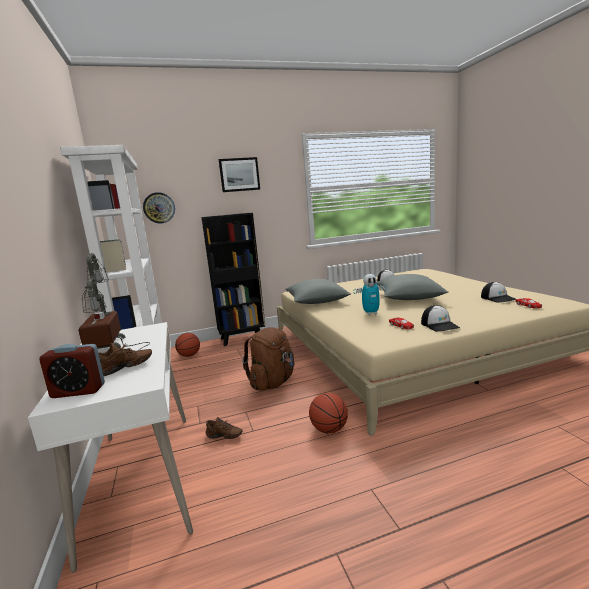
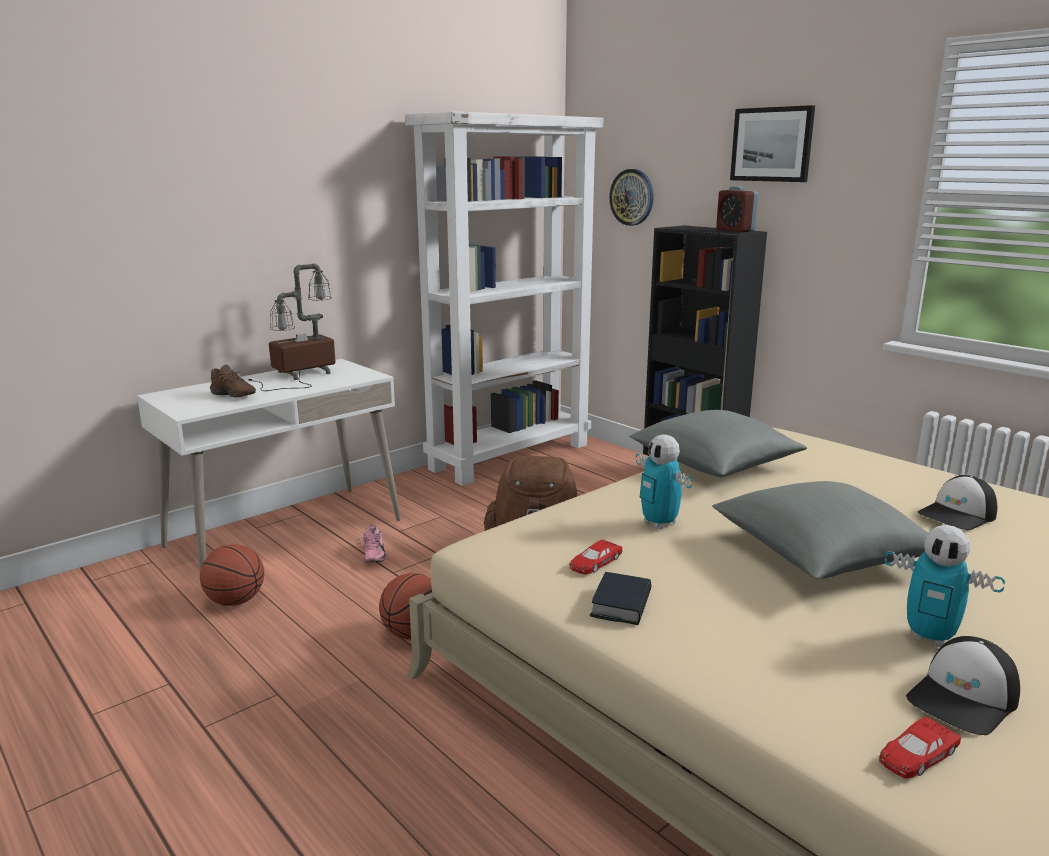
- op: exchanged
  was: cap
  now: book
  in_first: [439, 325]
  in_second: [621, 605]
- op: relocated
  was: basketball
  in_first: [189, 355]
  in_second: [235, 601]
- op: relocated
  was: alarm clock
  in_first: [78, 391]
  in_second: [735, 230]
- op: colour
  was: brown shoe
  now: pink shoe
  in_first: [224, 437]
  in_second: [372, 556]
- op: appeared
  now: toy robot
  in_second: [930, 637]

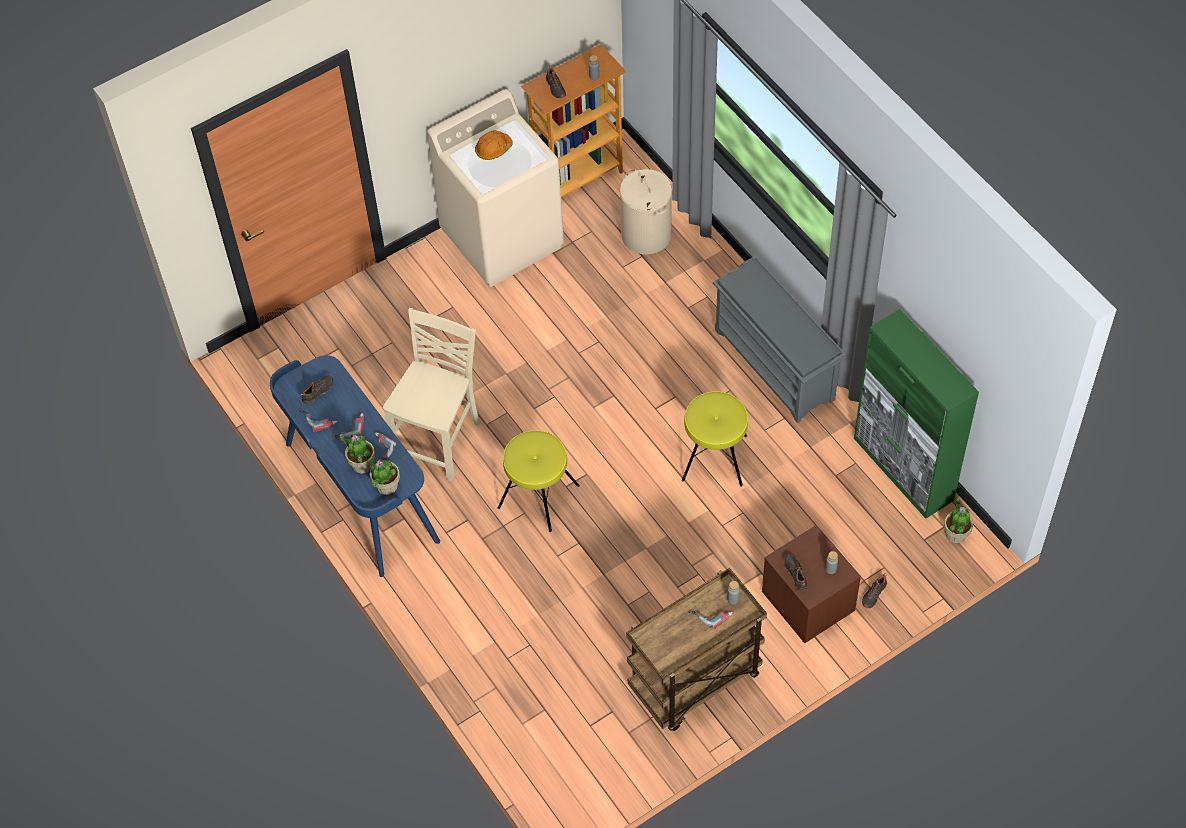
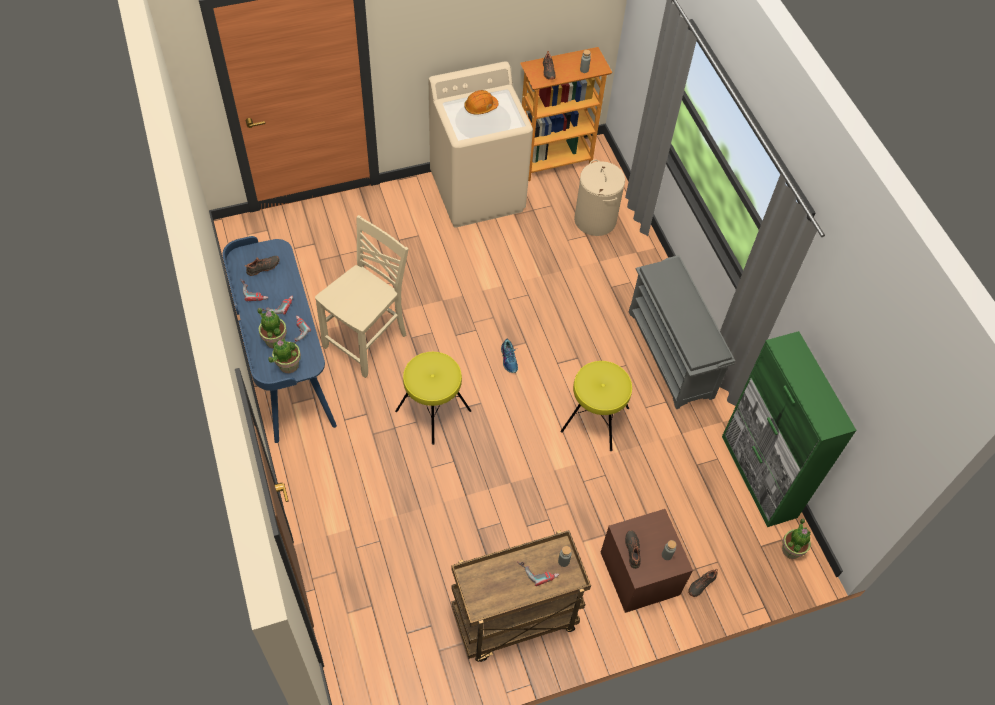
- op: appeared
  now: shoe
  in_second: [509, 359]

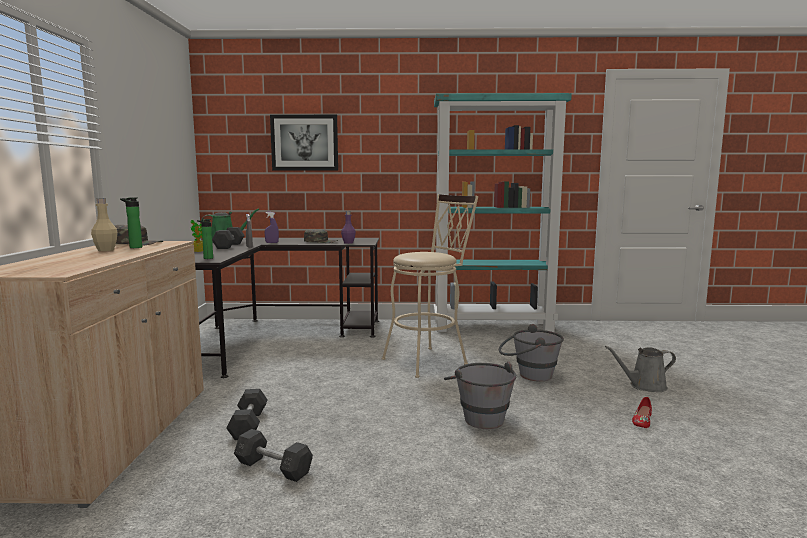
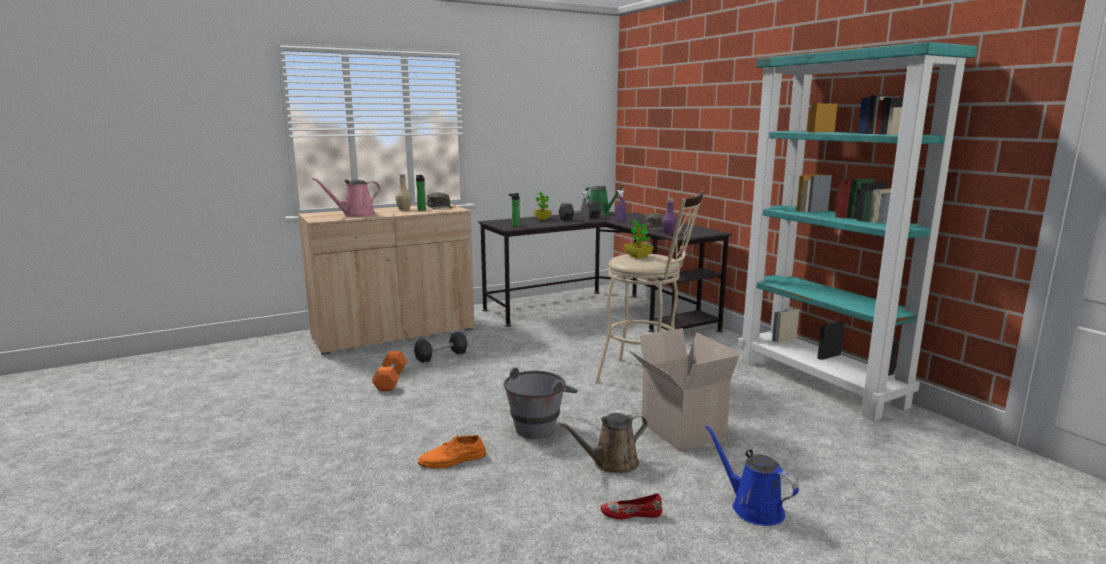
- op: missing
  was: picture
  in_first: [304, 142]
- op: exchanged
  was: grey bucket
  now: cardboard box
  in_first: [528, 375]
  in_second: [679, 430]
- op: colour
  was: grey watering can
  now: blue watering can
  in_first: [644, 386]
  in_second: [752, 507]
- op: colour
  was: grey dumbbell
  now: orange dumbbell
  in_first: [273, 468]
  in_second: [391, 380]
- op: appeared
  now: pink watering can
  in_second: [356, 215]
- op: appeared
  now: potted plant
  in_second: [638, 256]
- op: appeared
  now: brown watering can
  in_second: [611, 463]
- op: appeared
  now: orange shoe
  in_second: [452, 460]

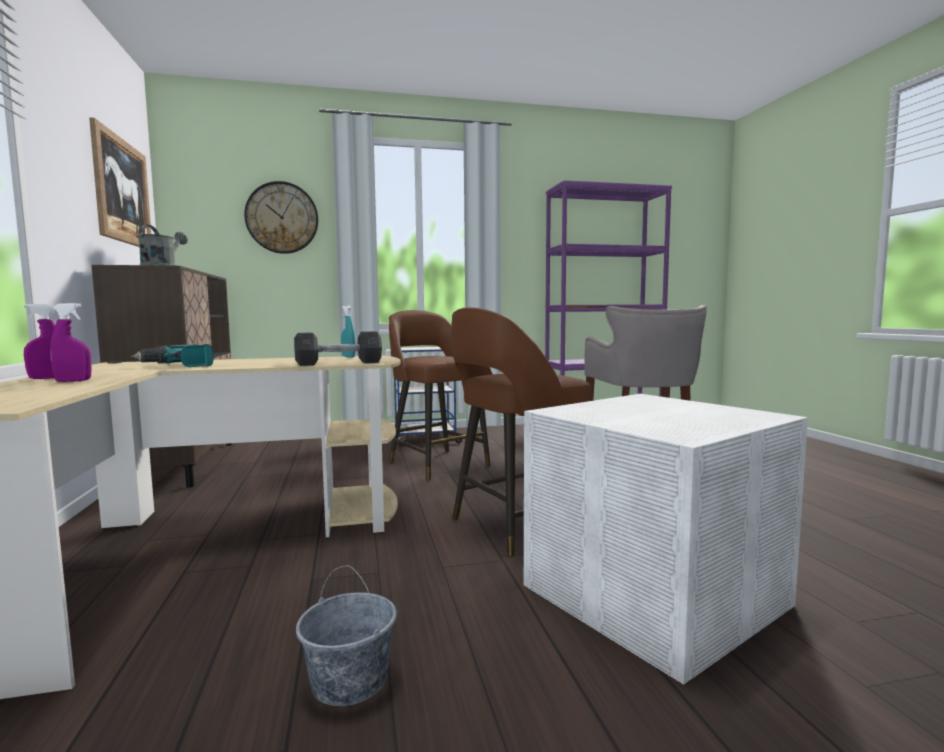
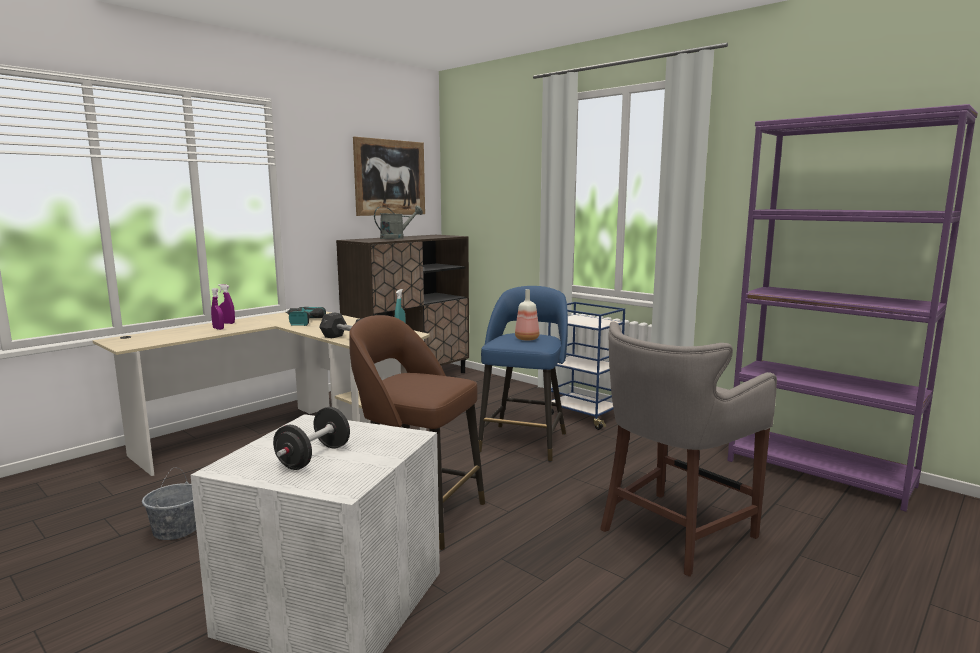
- op: missing
  was: wall clock
  in_first: [282, 218]
- op: colour
  was: brown stool
  now: blue stool
  in_first: [437, 463]
  in_second: [524, 441]
- op: appeared
  now: bottle
  in_second: [527, 339]
- op: appeared
  now: black dumbbell
  in_second: [314, 457]

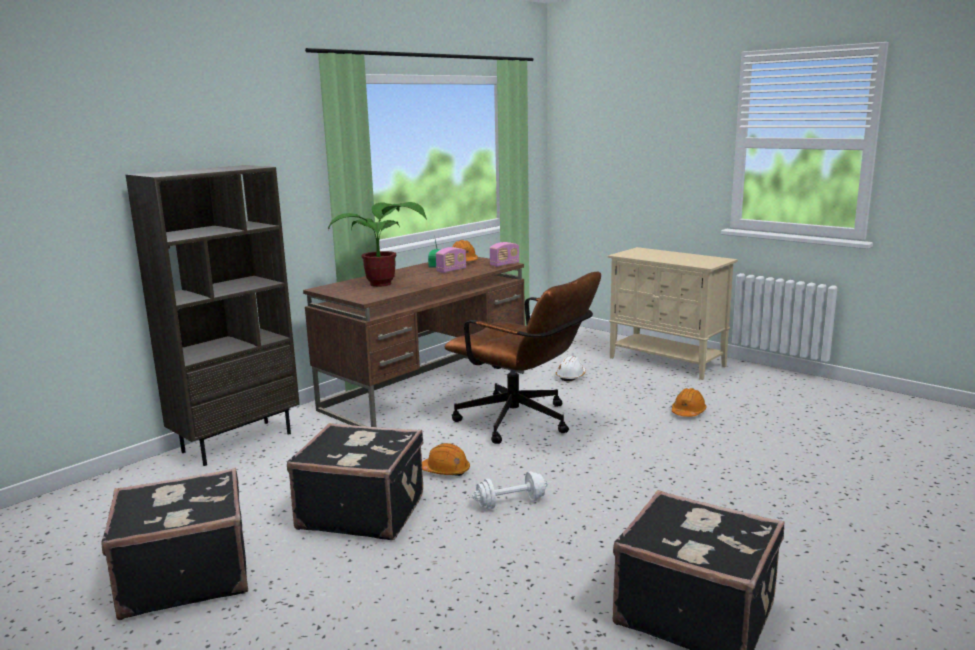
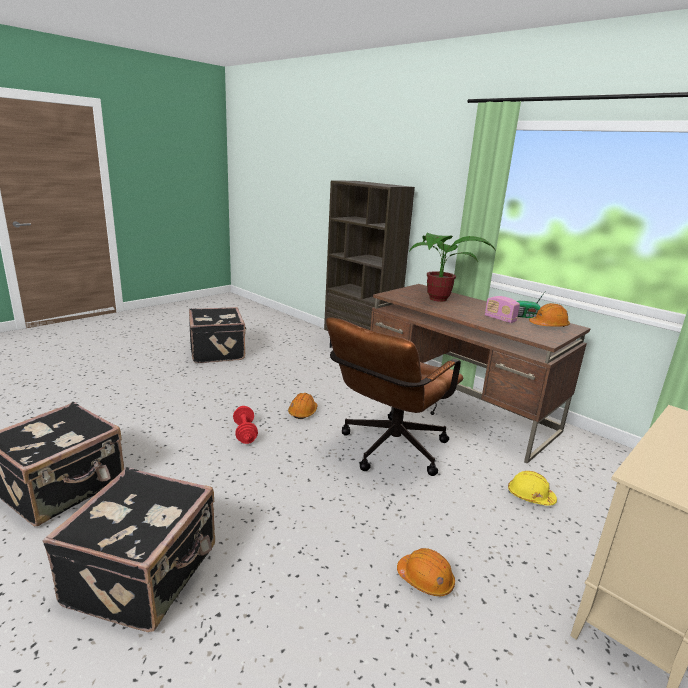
- op: missing
  was: radio
  in_first: [504, 264]
- op: colour
  was: white hard hat
  now: yellow hard hat
  in_first: [571, 376]
  in_second: [530, 496]
- op: relocated
  was: black suitcase
  in_first: [362, 511]
  in_second: [145, 575]
- op: colour
  was: white dumbbell
  now: red dumbbell
  in_first: [510, 503]
  in_second: [245, 433]

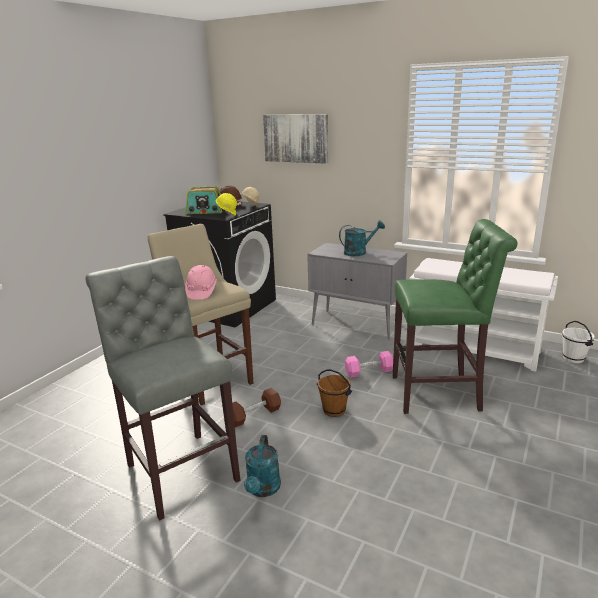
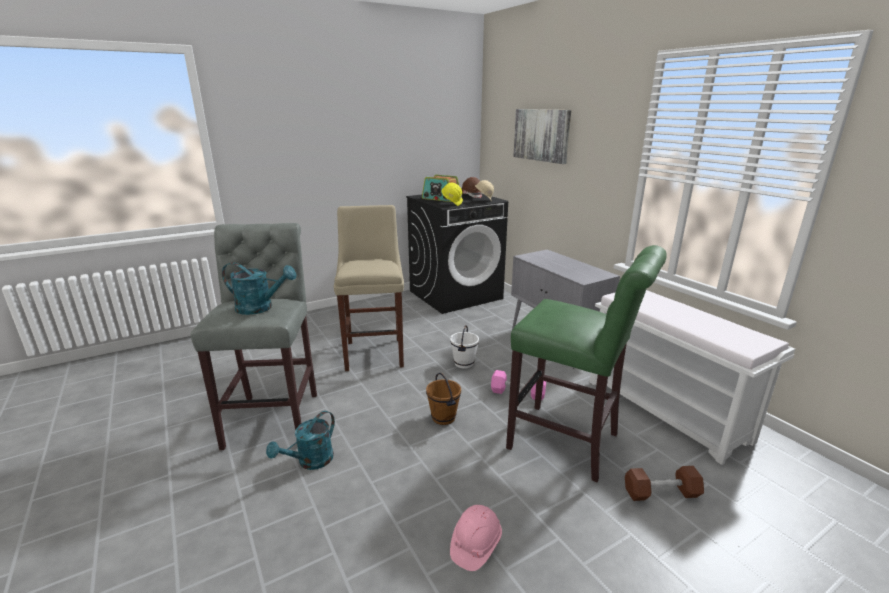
- op: relocated
  was: turquoise watering can
  in_first: [359, 252]
  in_second: [260, 308]
- op: relocated
  was: pink hard hat
  in_first: [201, 292]
  in_second: [475, 544]
- op: relocated
  was: white bucket
  in_first: [573, 358]
  in_second: [464, 363]
- op: relocated
  was: brown dumbbell
  in_first: [254, 415]
  in_second: [661, 493]

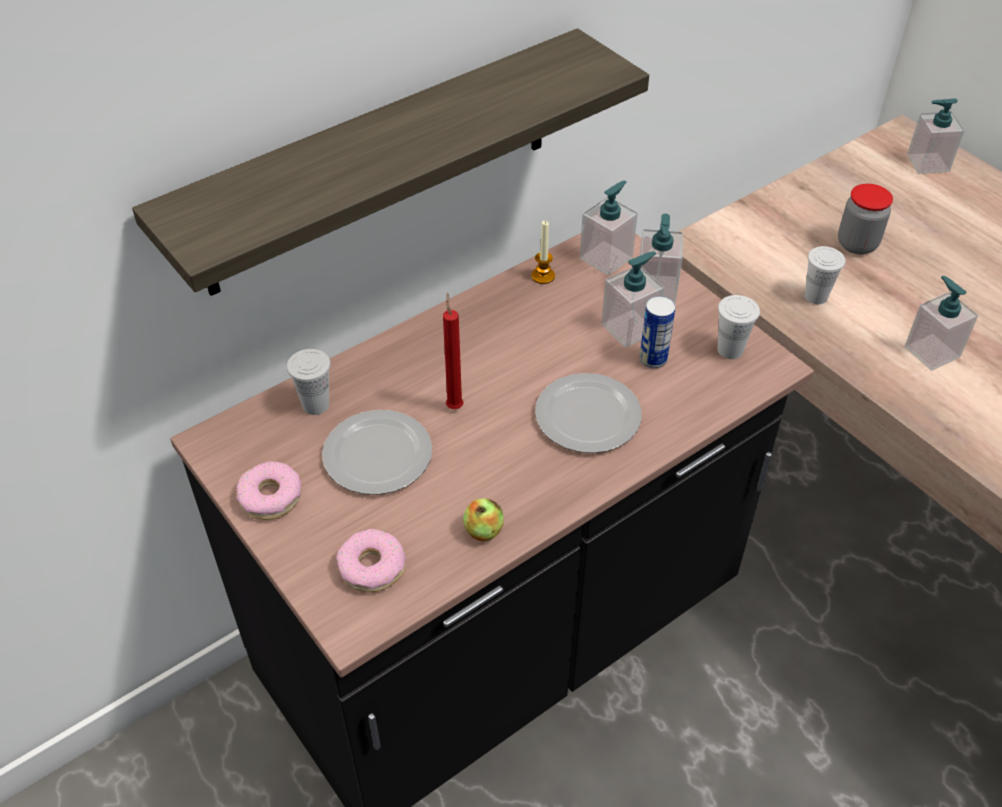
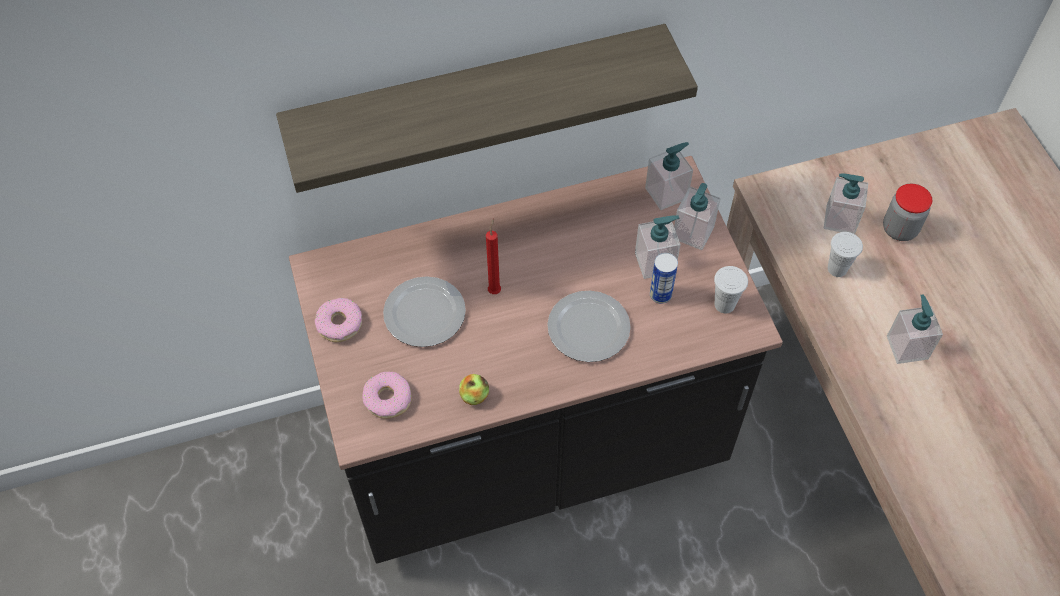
- op: relocated
  was: soap dispenser
  in_first: [927, 163]
  in_second: [840, 219]
- op: missing
  was: candle
  in_first: [543, 276]
- op: missing
  was: white cup
  in_first: [315, 405]

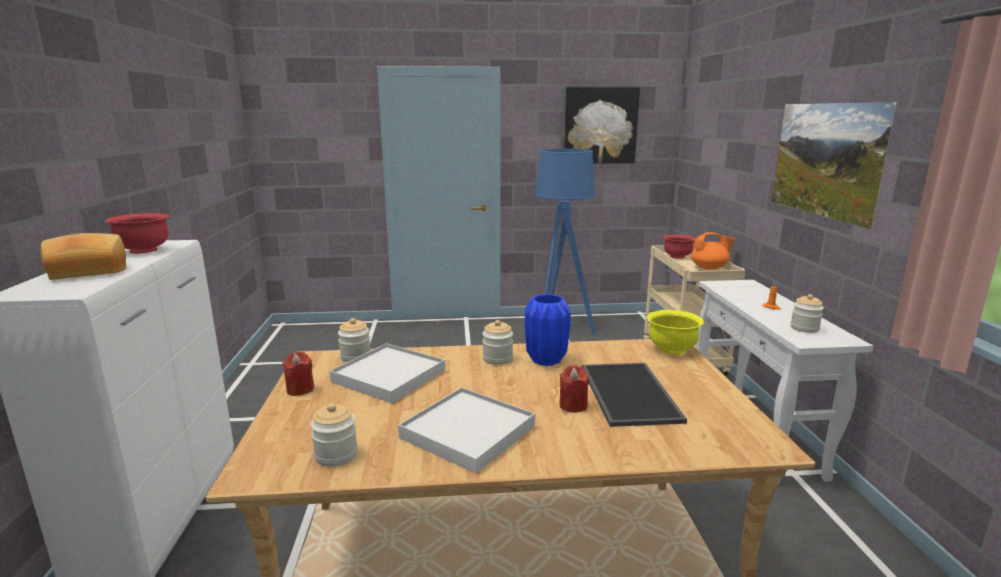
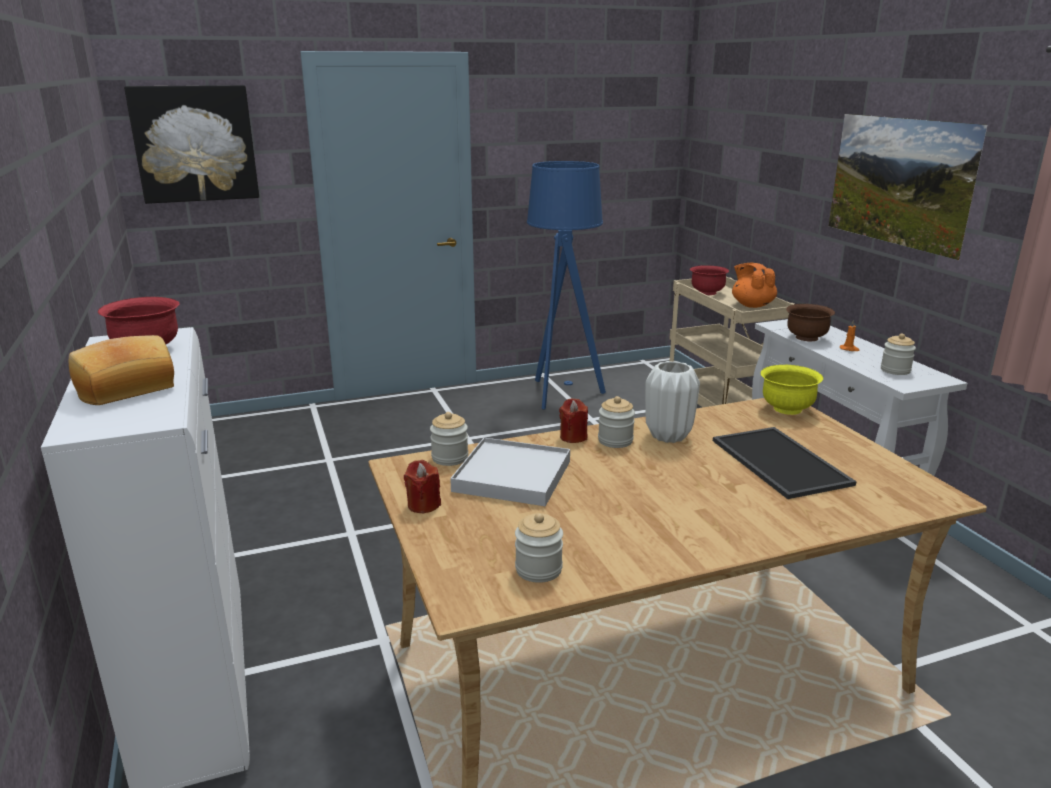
- op: relocated
  was: picture
  in_first: [600, 126]
  in_second: [195, 144]
- op: spun
  was: orange teapot
  in_first: [709, 268]
  in_second: [752, 305]
  clockwise: -105
- op: colour
  was: blue vase
  now: white vase
  in_first: [546, 360]
  in_second: [668, 436]
- op: relocated
  was: red candle
  in_first: [573, 405]
  in_second: [573, 437]
- op: missing
  was: white tray
  in_first: [467, 432]
- op: appeared
  now: brown bowl
  in_second: [806, 338]

